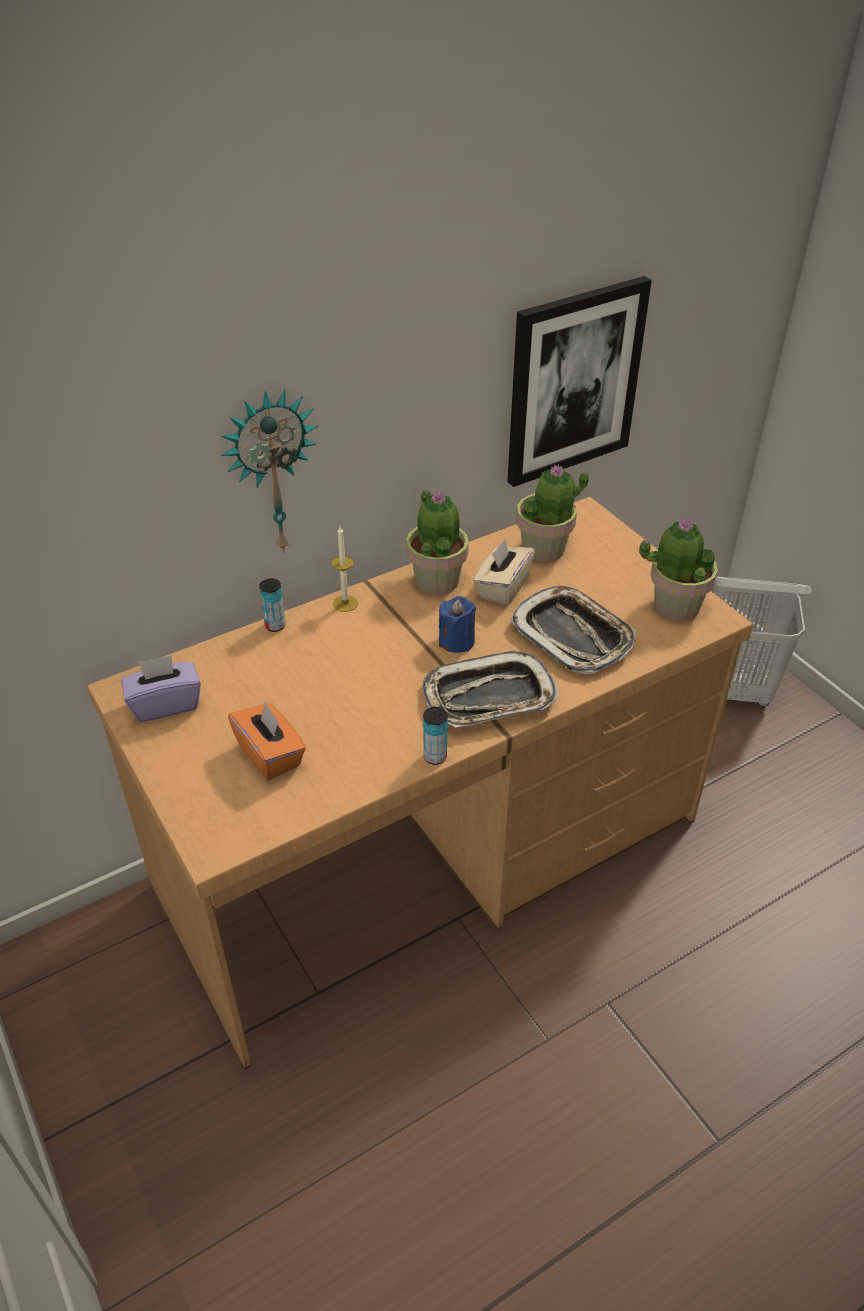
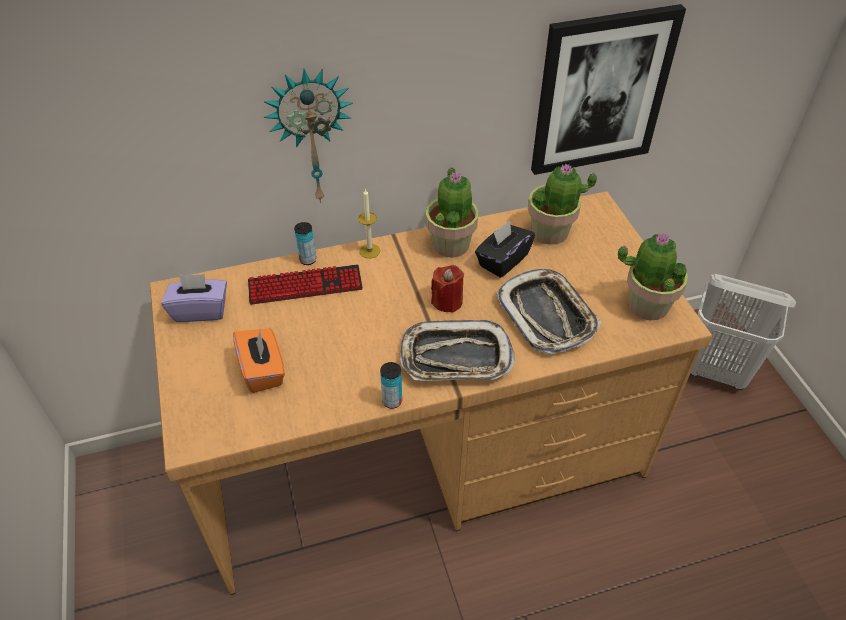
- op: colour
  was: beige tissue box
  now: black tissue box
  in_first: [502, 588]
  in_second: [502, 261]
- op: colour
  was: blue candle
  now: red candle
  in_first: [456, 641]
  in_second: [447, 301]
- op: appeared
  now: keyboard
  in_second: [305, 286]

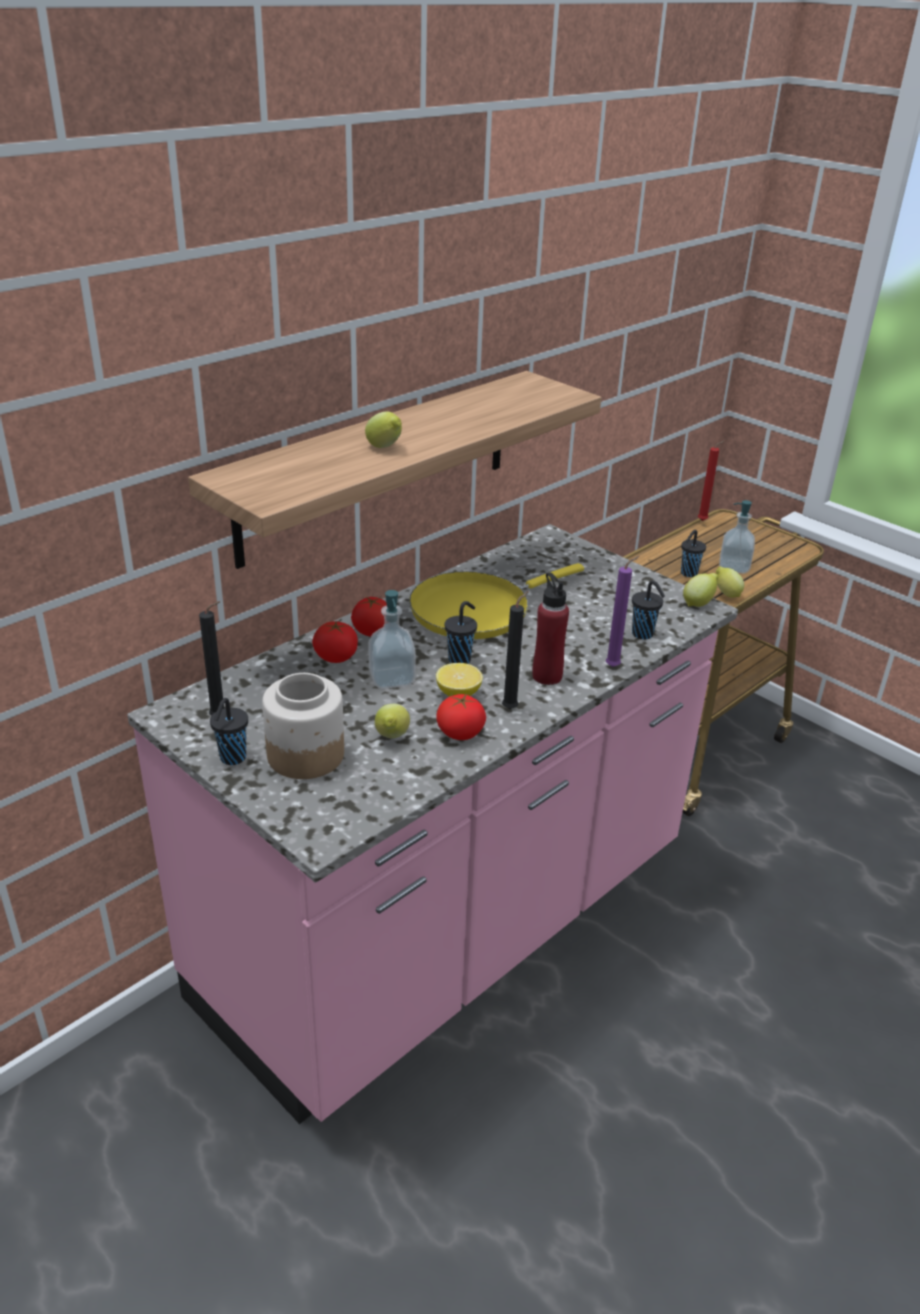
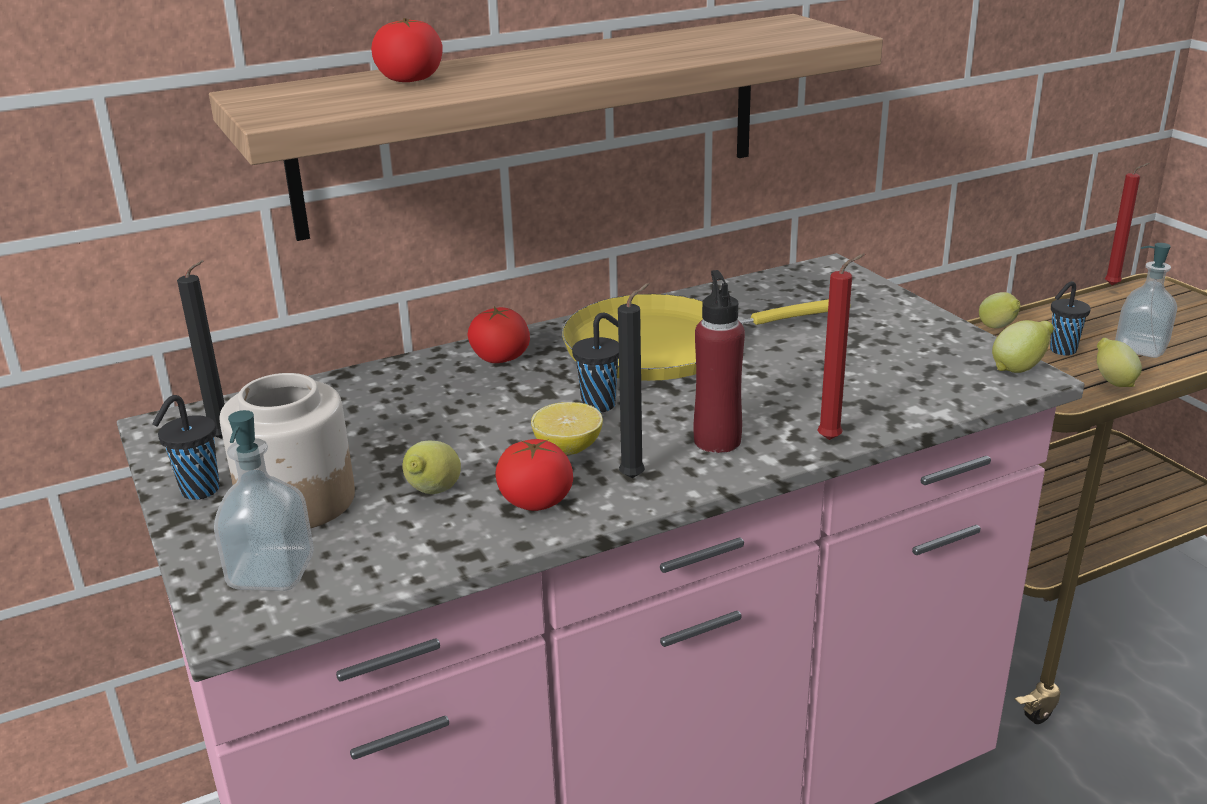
- op: relocated
  was: lemon
  in_first: [385, 448]
  in_second: [998, 328]
- op: colour
  was: purple candle
  now: red candle
  in_first: [615, 666]
  in_second: [833, 439]
- op: missing
  was: black cup
  in_first: [643, 634]
- op: relocated
  was: soap dispenser
  in_first: [391, 678]
  in_second: [272, 573]
- op: relocated
  was: tomato
  in_first: [336, 657]
  in_second: [409, 79]

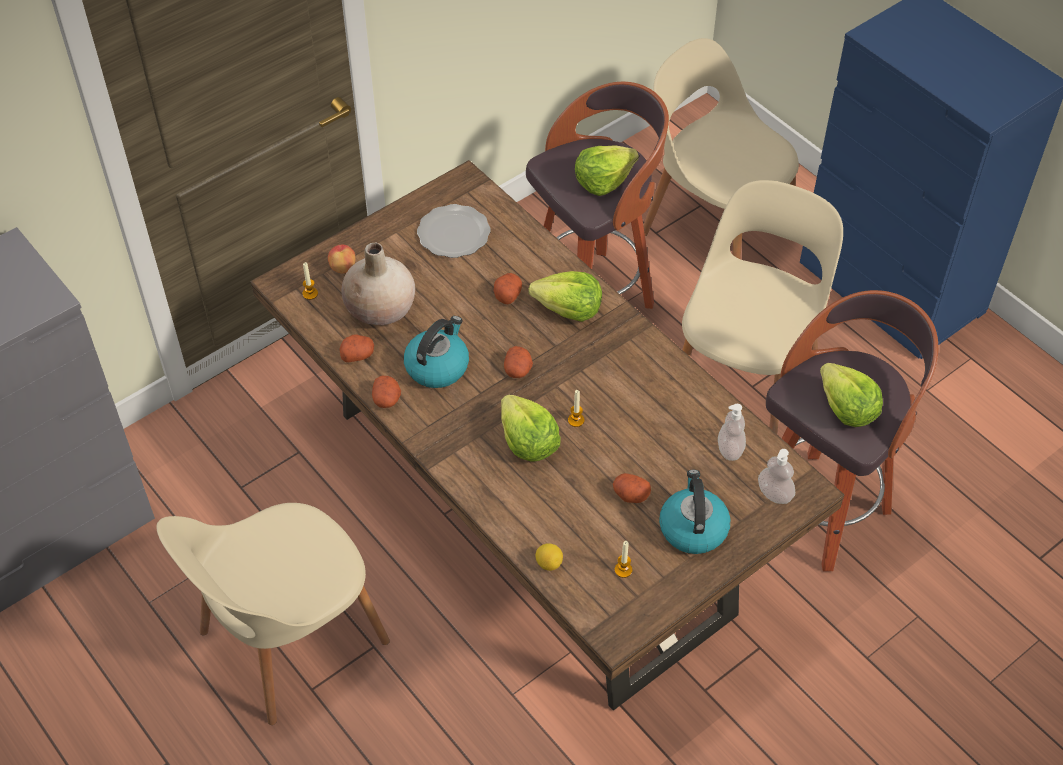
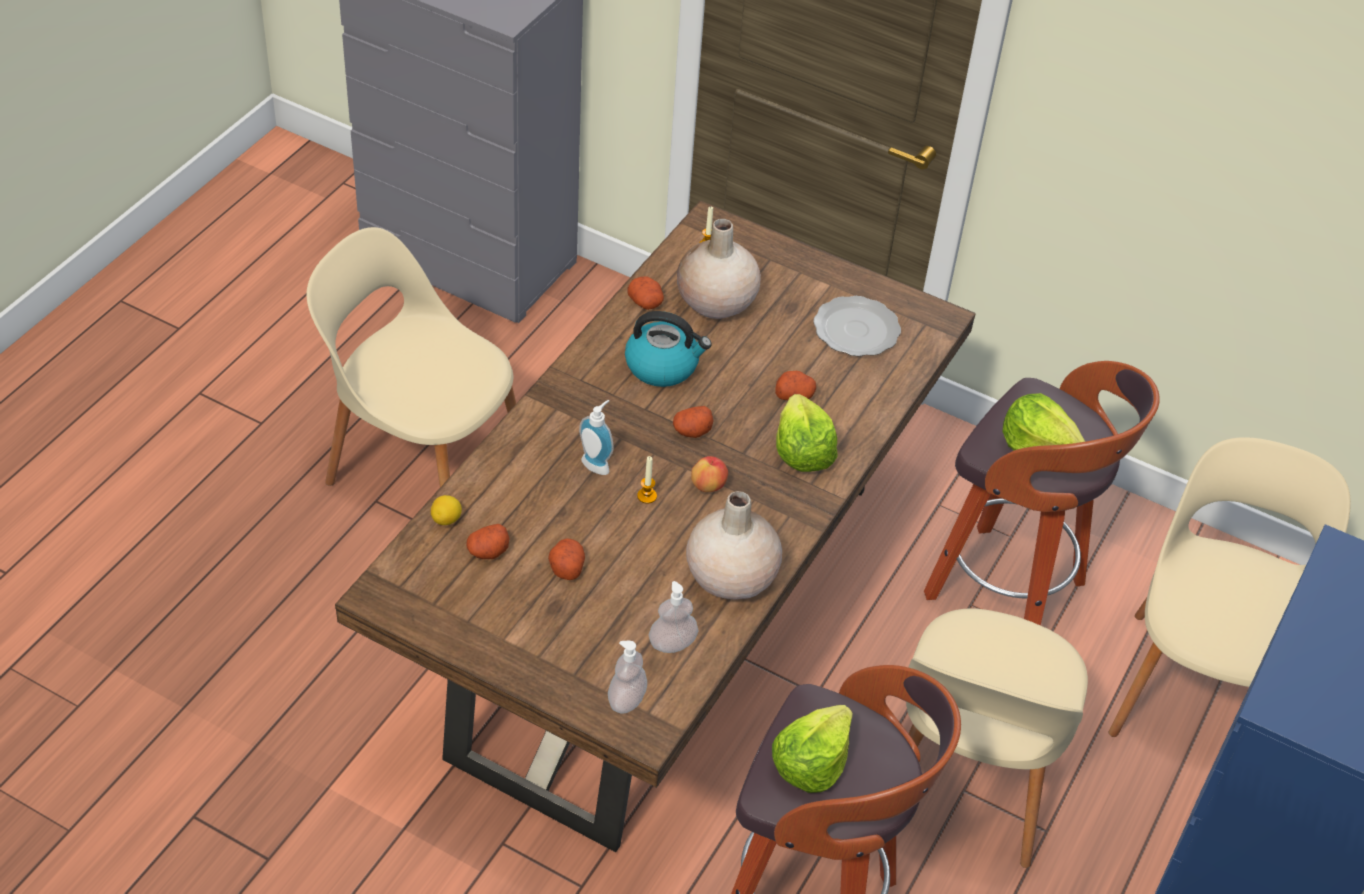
- op: spun
  was: beige chair
  in_first: [744, 381]
  in_second: [967, 779]
  clockwise: 105
- op: relocated
  was: apple
  in_first: [343, 268]
  in_second: [708, 485]
- op: relocated
  was: potato
  in_first: [387, 399]
  in_second: [488, 551]
- op: exchanged
  was: lettuce
  now: soap dispenser
  in_first: [528, 442]
  in_second: [597, 463]
- op: missing
  was: kettle
  in_first: [692, 528]
- op: missing
  was: candle
  in_first: [623, 570]
- op: appeared
  now: beige vase
  in_second: [730, 577]

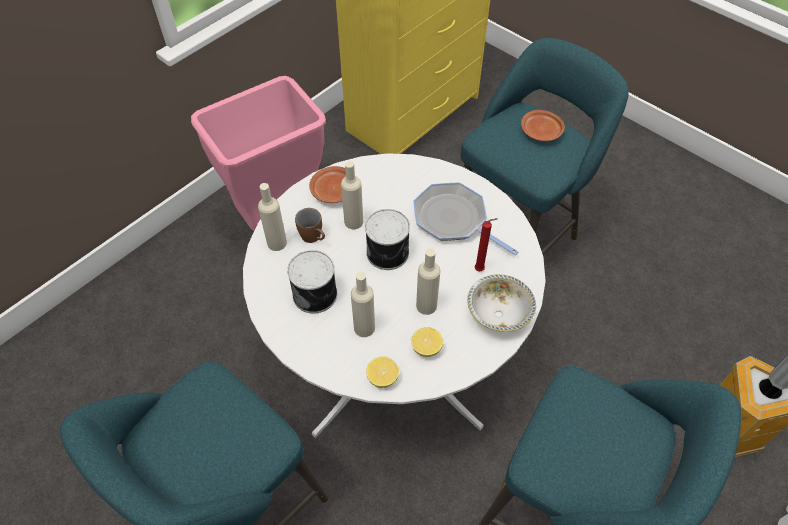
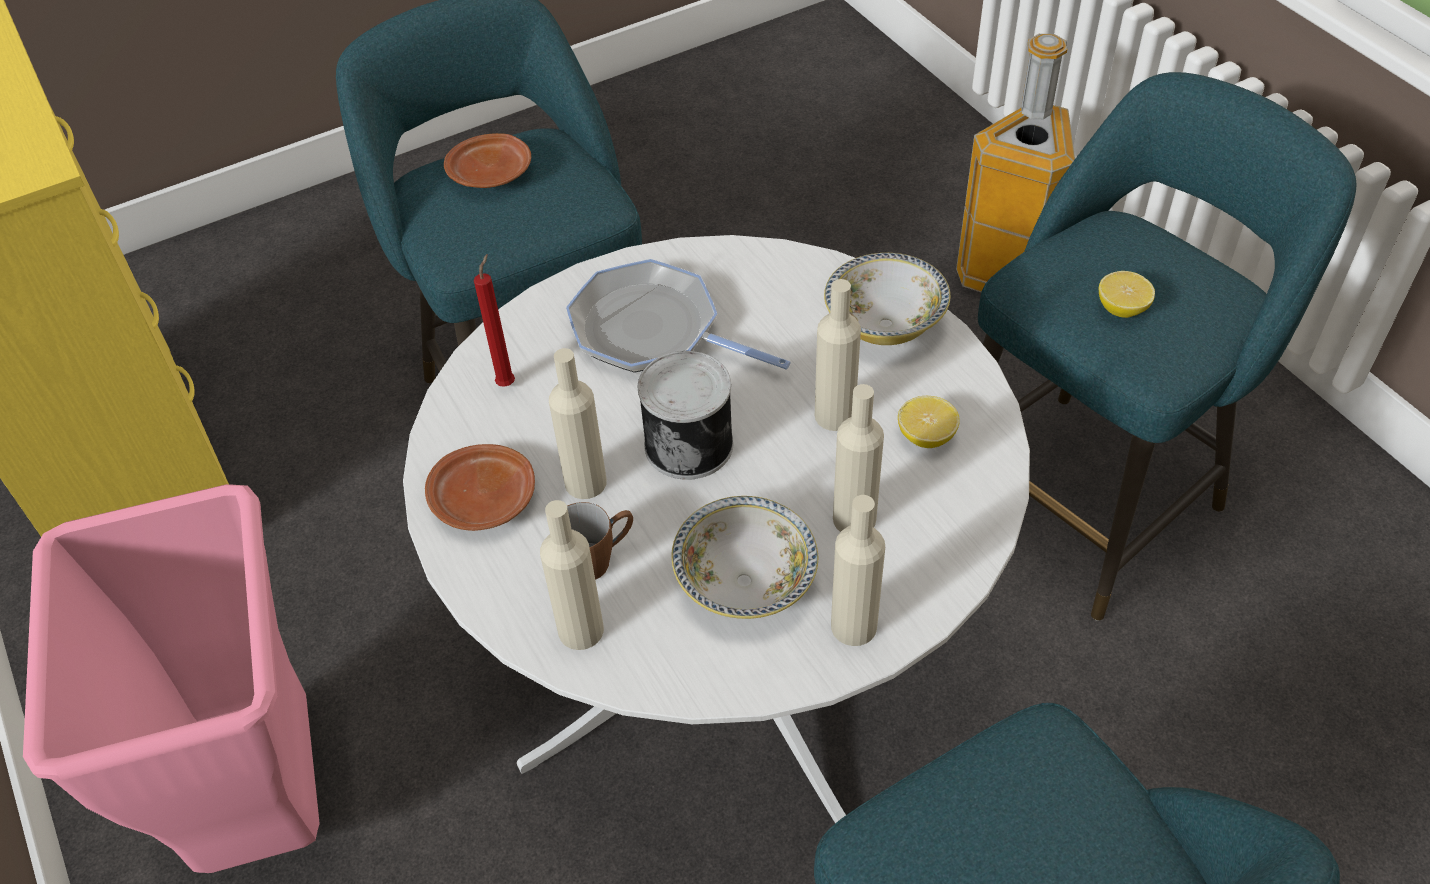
- op: spun
  was: frying pan
  in_first: [453, 220]
  in_second: [653, 331]
  clockwise: 60
- op: relocated
  was: red candle
  in_first: [481, 270]
  in_second: [507, 382]
- op: exchanged
  was: can
  now: bowl
  in_first: [316, 294]
  in_second: [745, 582]
- op: relocated
  was: lemon
  in_first: [382, 378]
  in_second: [1121, 308]
- op: appeared
  now: beige bottle
  in_second: [853, 626]

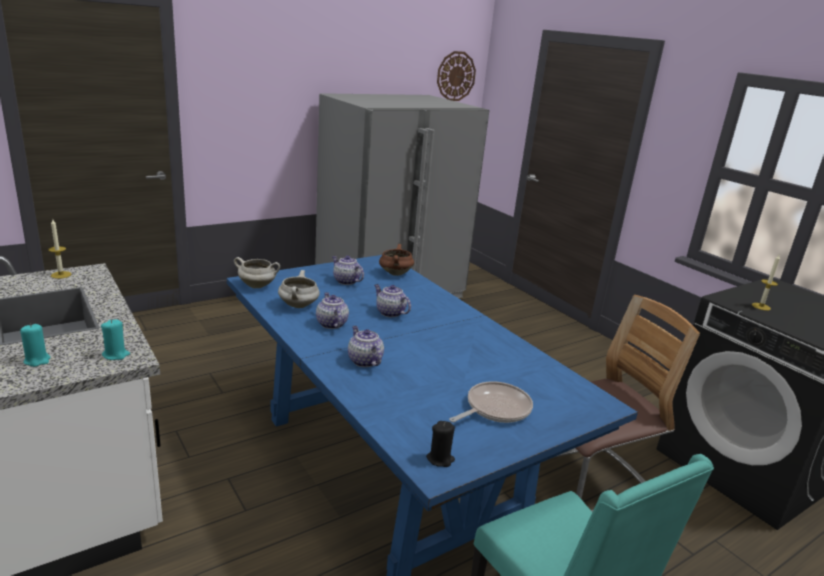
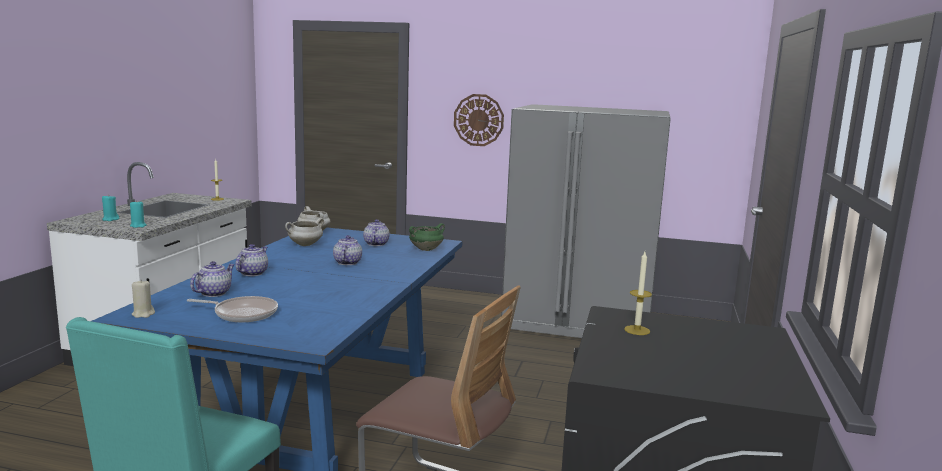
- op: relocated
  was: wall clock
  in_first: [456, 76]
  in_second: [478, 120]
- op: colour
  was: brown cooking pot
  now: green cooking pot
  in_first: [395, 273]
  in_second: [426, 249]
- op: relocated
  was: teapot
  in_first: [331, 324]
  in_second: [214, 293]
- op: colour
  was: black candle
  now: beige candle
  in_first: [440, 459]
  in_second: [143, 314]

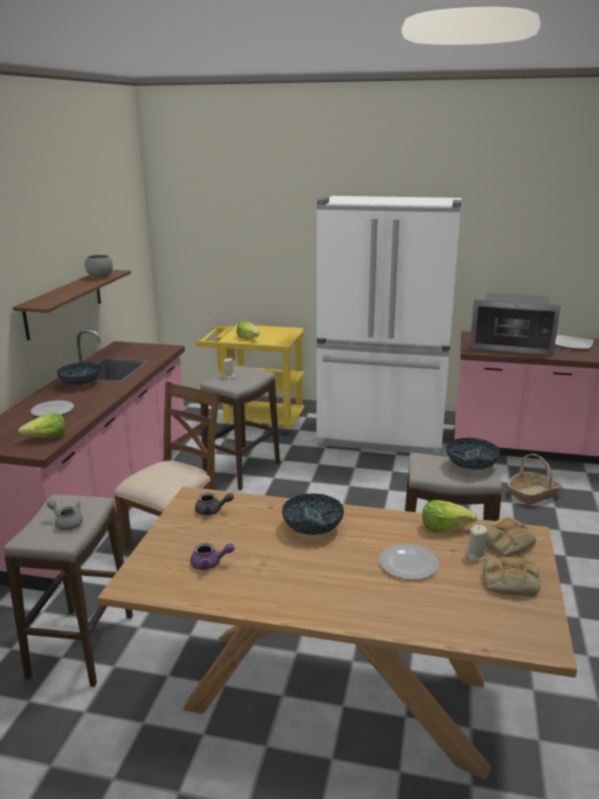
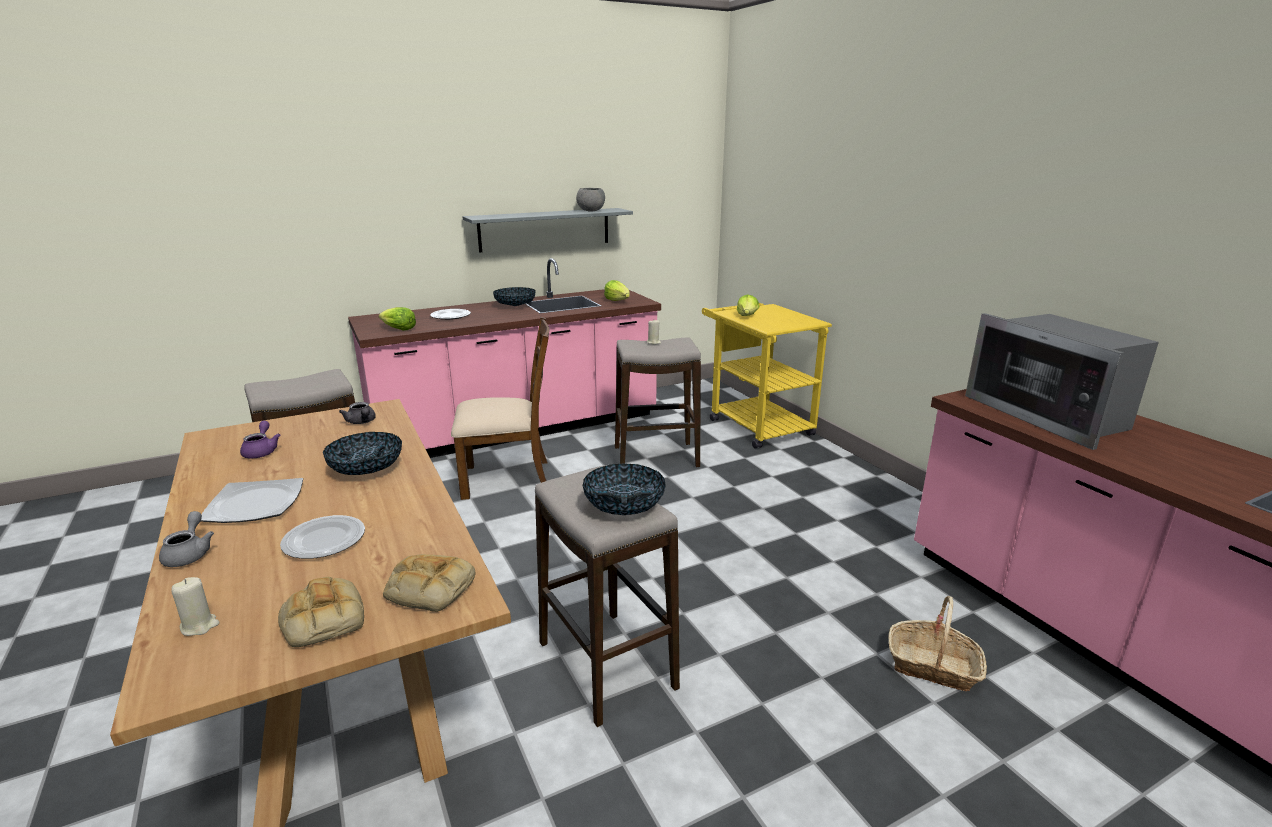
- op: missing
  was: white fridge
  in_first: [382, 437]
- op: colour
  was: brown shelf
  now: grey shelf
  in_first: [64, 303]
  in_second: [545, 229]
- op: relocated
  was: plate
  in_first: [571, 344]
  in_second: [256, 503]
- op: relocated
  was: grey teapot
  in_first: [66, 523]
  in_second: [190, 554]
- op: relocated
  was: lettuce
  in_first: [445, 527]
  in_second: [618, 301]
- op: relocated
  was: beige candle
  in_first: [476, 555]
  in_second: [199, 626]
- op: spun
  was: purple teapot
  in_first: [210, 564]
  in_second: [262, 451]
  clockwise: -150

